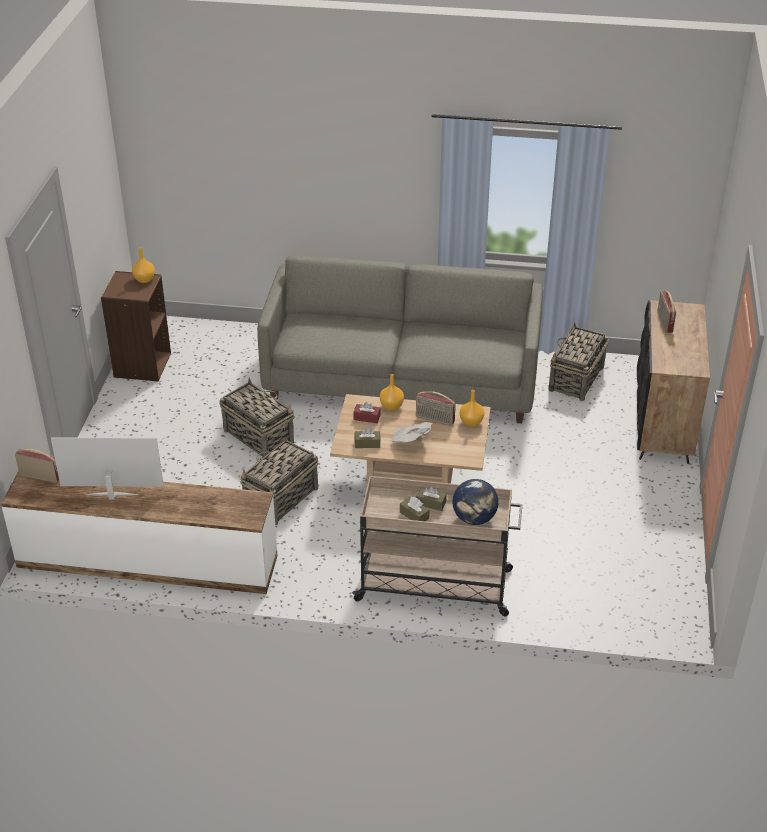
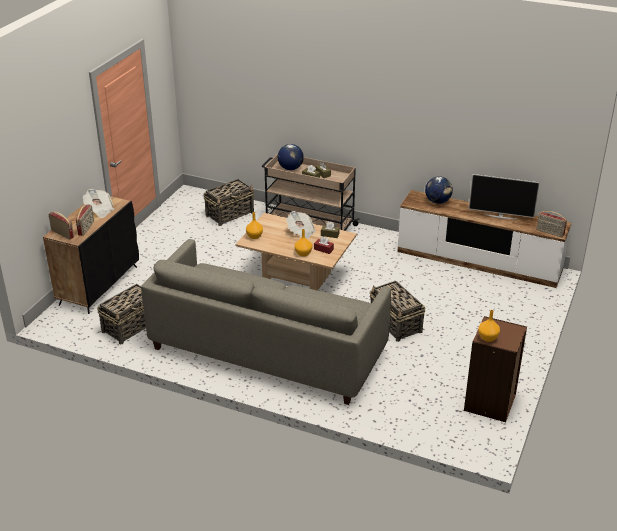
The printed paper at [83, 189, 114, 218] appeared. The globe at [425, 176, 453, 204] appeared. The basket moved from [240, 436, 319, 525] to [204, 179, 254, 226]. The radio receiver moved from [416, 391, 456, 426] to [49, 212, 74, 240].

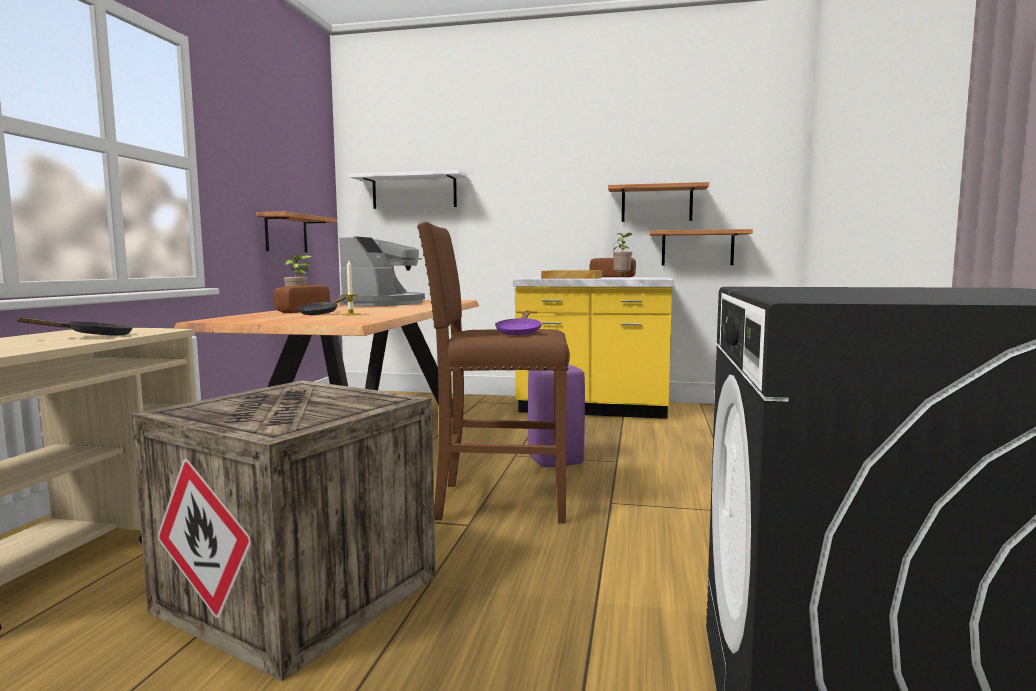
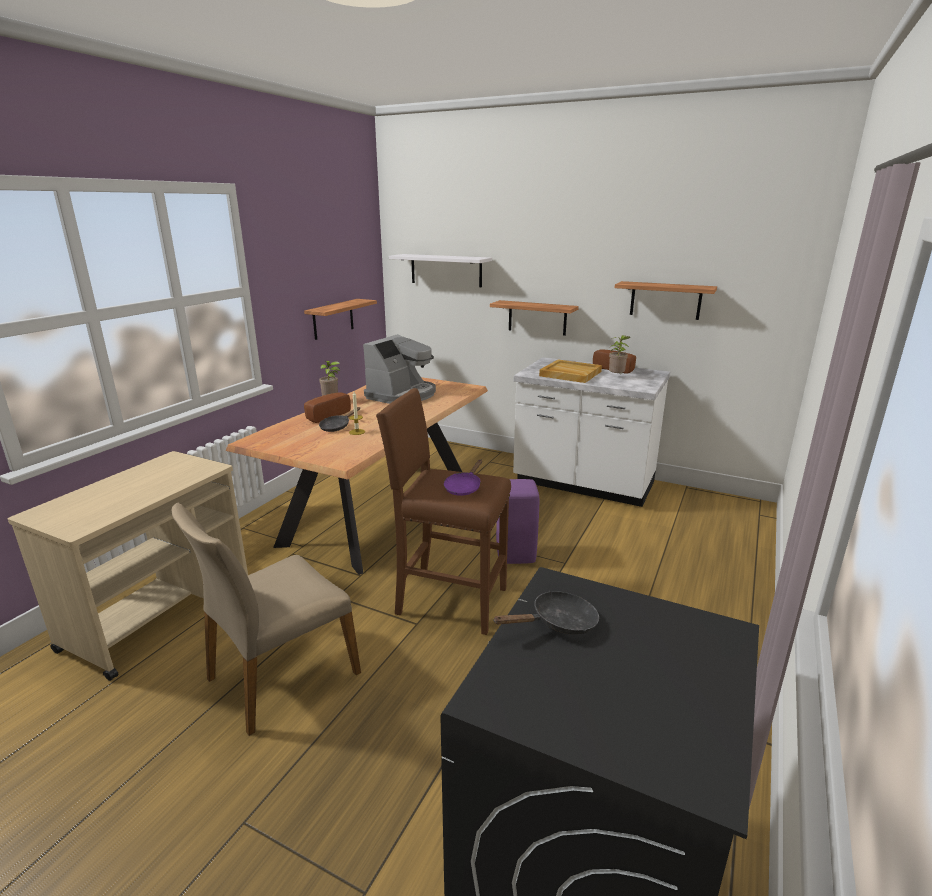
The pan (black-coloured) moved from [15, 317, 133, 336] to [493, 591, 599, 635]. The wall shelf moved from [650, 229, 753, 266] to [490, 300, 579, 336]. The packing crate at [131, 380, 436, 681] was replaced by the chair (beige) at [172, 503, 361, 736]. The kitchen base unit (yellowish) at [513, 277, 674, 419] became the kitchen base unit (whitish) at [513, 357, 670, 507].

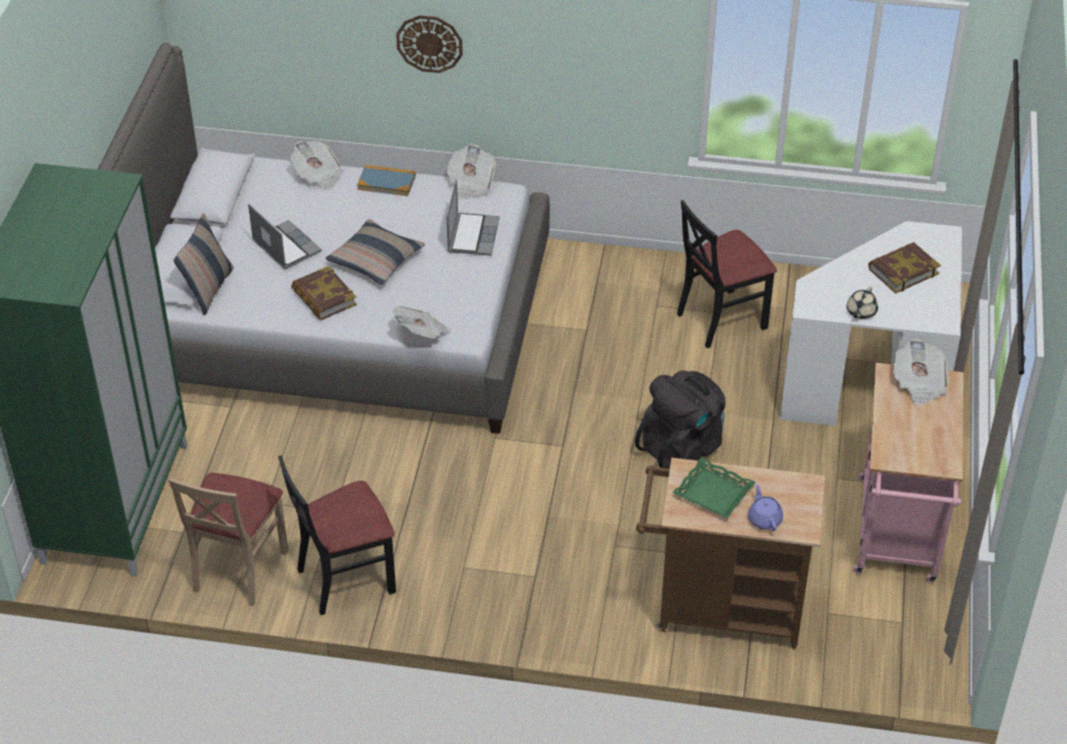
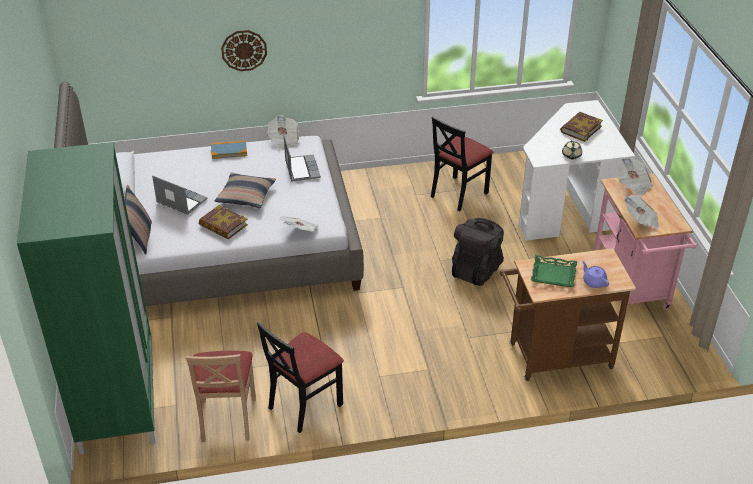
The printed paper moved from [290, 141, 344, 190] to [624, 195, 660, 229].

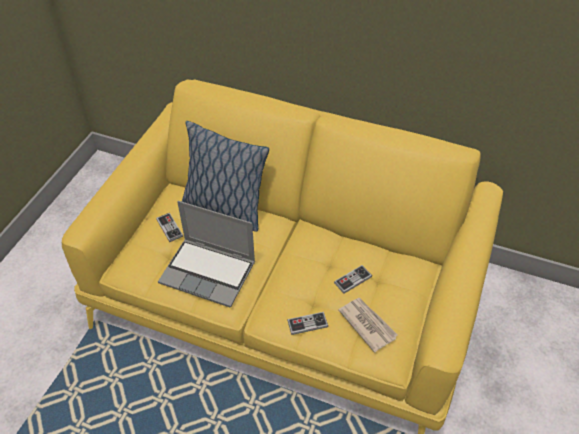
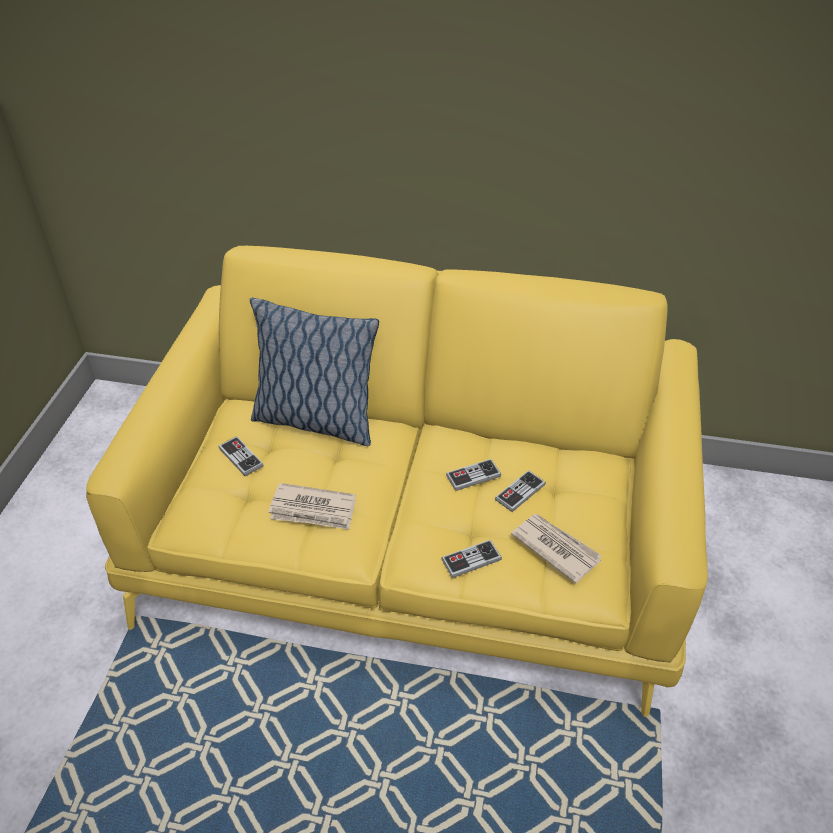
The joypad at [446, 459, 501, 491] appeared. The portable computer at [158, 201, 255, 308] was replaced by the printed paper at [268, 483, 356, 530].

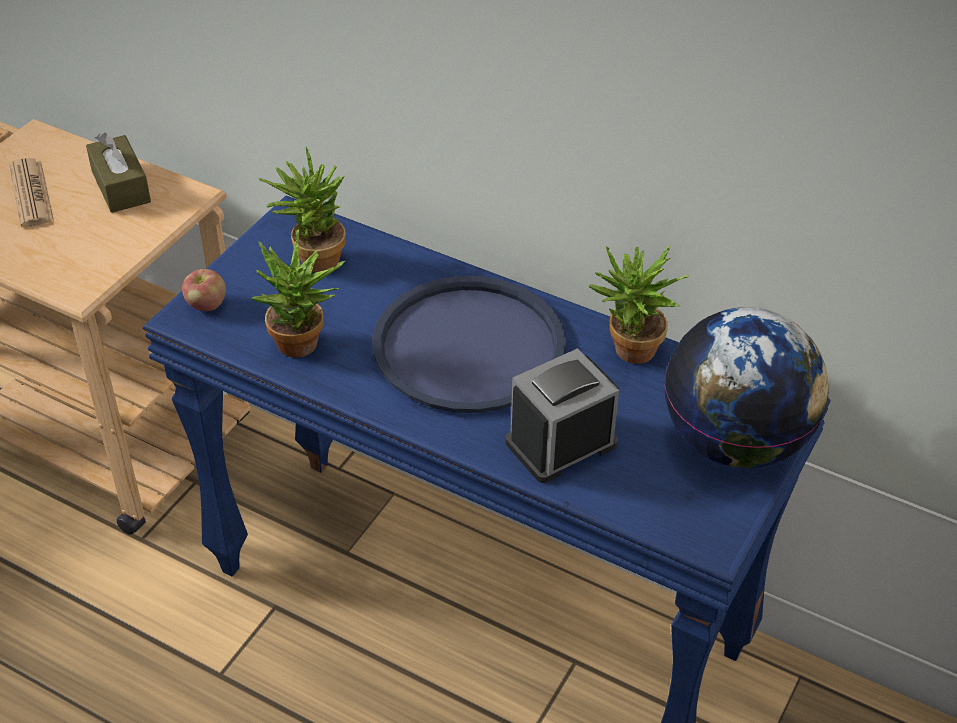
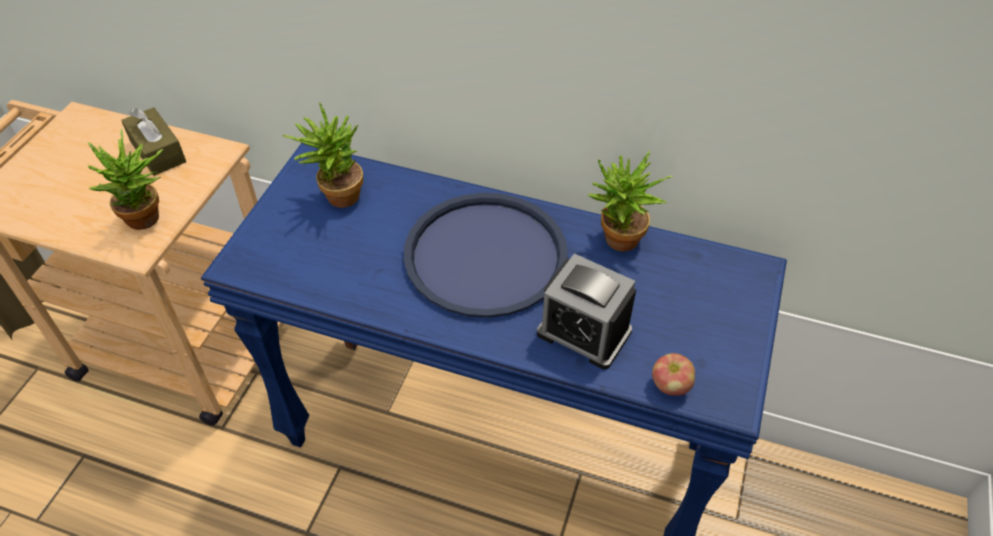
The printed paper at [9, 158, 54, 227] disappeared. The globe at [665, 307, 829, 468] disappeared. The apple fruit moved from [182, 269, 226, 311] to [652, 353, 695, 396]. The houseplant moved from [251, 229, 345, 357] to [88, 129, 164, 230]. The bedside clock at [506, 348, 619, 483] turned 105 degrees counterclockwise.

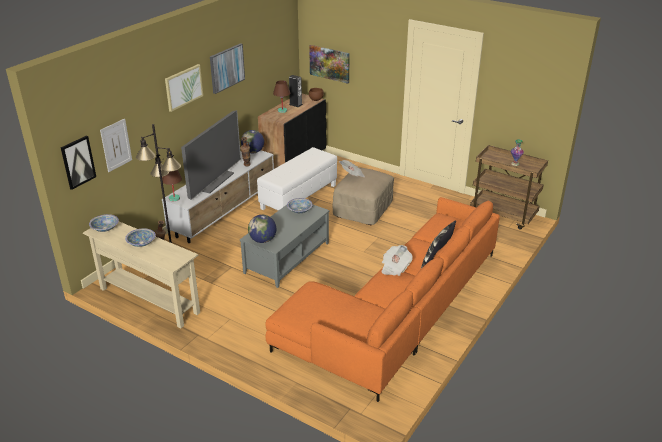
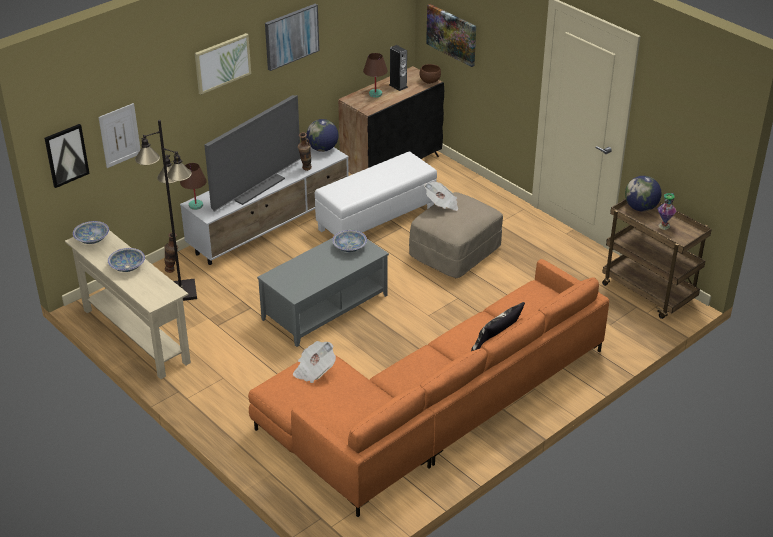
The globe moved from [248, 215, 276, 243] to [625, 176, 662, 212]. The printed paper moved from [382, 245, 412, 276] to [293, 341, 336, 383].

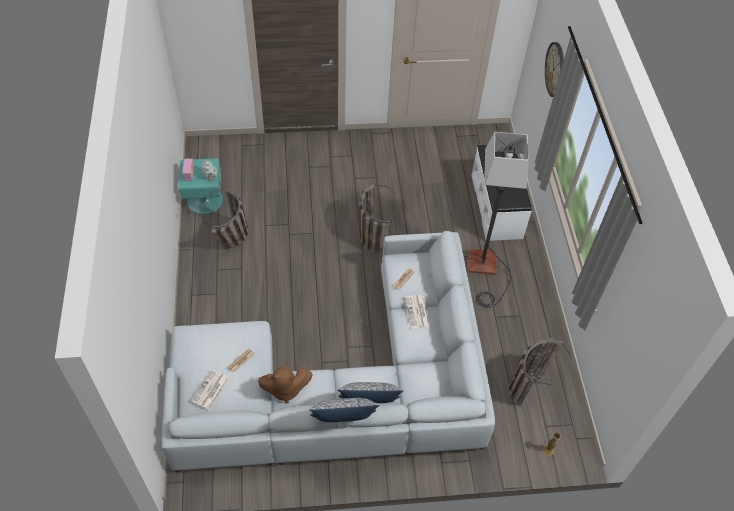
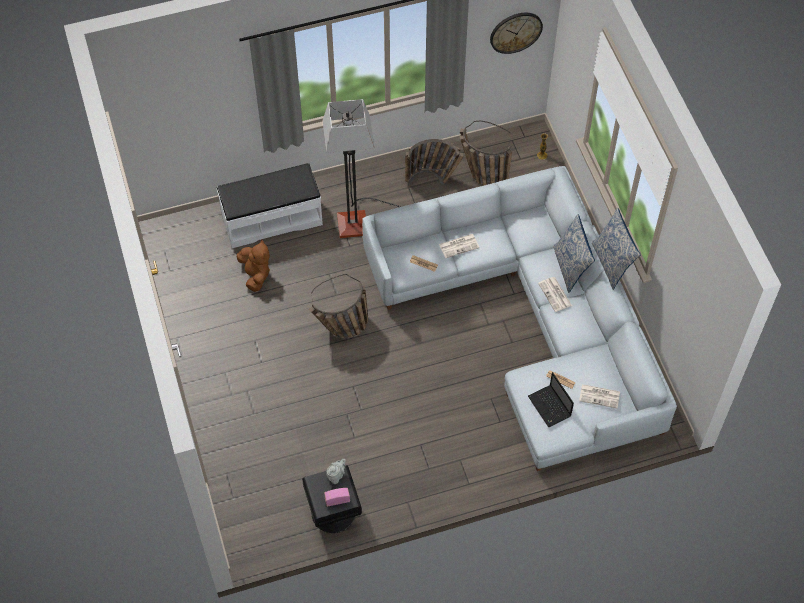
The portable computer at [528, 372, 574, 427] appeared. The printed paper at [538, 277, 572, 312] appeared. The basket moved from [201, 189, 248, 248] to [405, 139, 464, 186]. The cuddly toy (brown-coloured) moved from [258, 366, 312, 404] to [237, 240, 270, 292]. The clock on the wall moved from [545, 42, 564, 97] to [490, 13, 543, 54]. The nightstand (blue-green) at [179, 158, 223, 215] became the nightstand (black-coloured) at [302, 465, 362, 533].

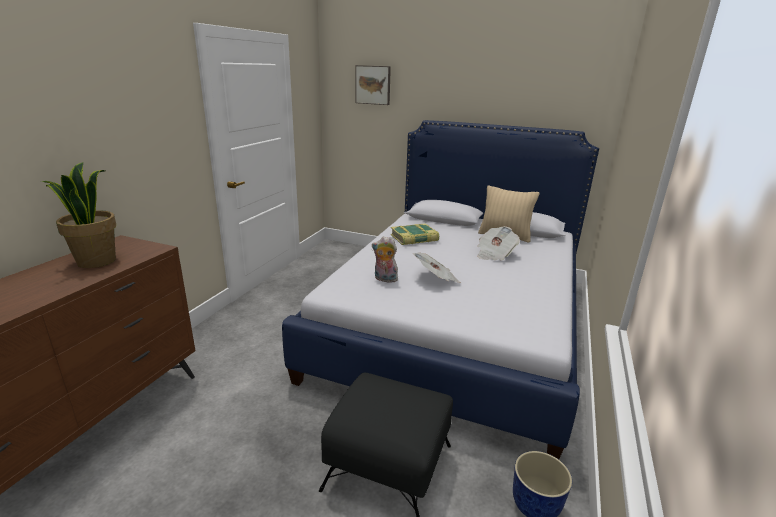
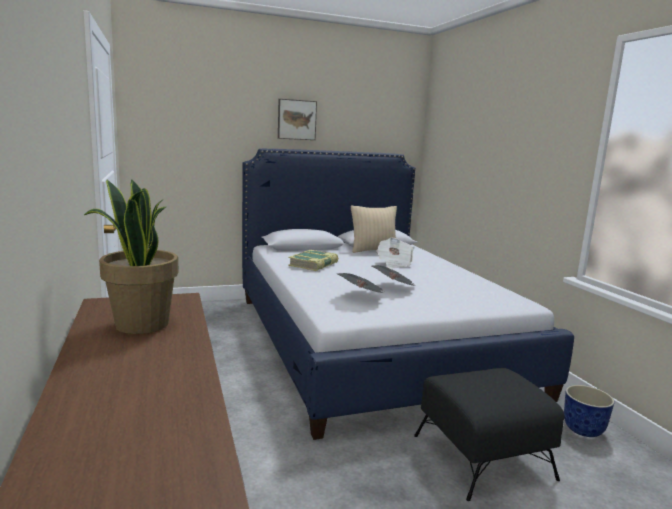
The wall picture moved from [355, 65, 391, 105] to [278, 99, 317, 140]. The cuddly toy at [372, 236, 398, 283] was replaced by the printed paper at [337, 273, 384, 293].

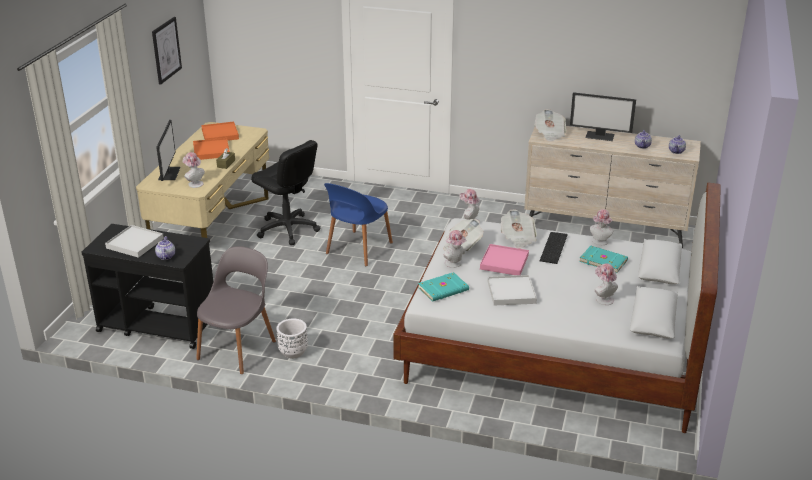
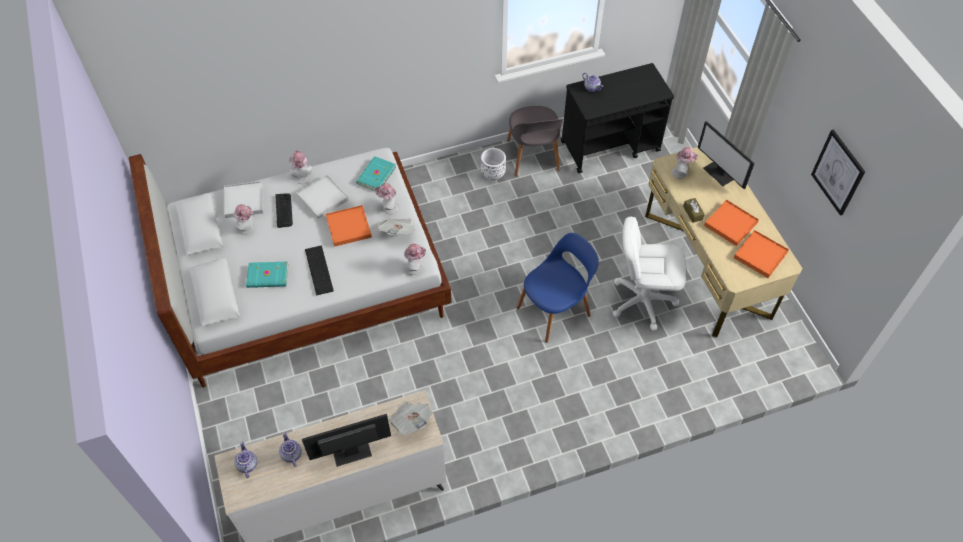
The printed paper at [501, 209, 537, 249] disappeared. The PC keyboard at [275, 193, 293, 228] appeared. The carrying tray (whitish) moved from [105, 225, 164, 258] to [224, 181, 263, 218]. The hat moved from [590, 209, 613, 245] to [289, 150, 312, 184]. The desk chair (black-coloured) at [251, 140, 320, 245] became the desk chair (whitish) at [613, 217, 686, 331]. The carrying tray (pinkish) at [480, 244, 529, 275] became the carrying tray (orange) at [326, 205, 372, 247]. The chair (blue) at [324, 183, 393, 266] turned 60 degrees clockwise.

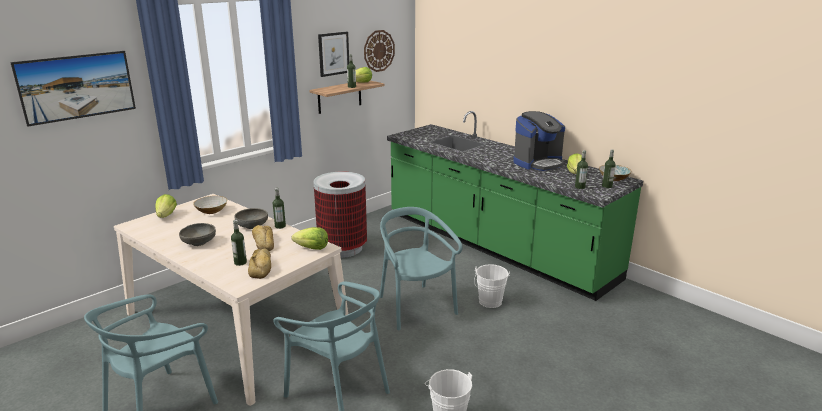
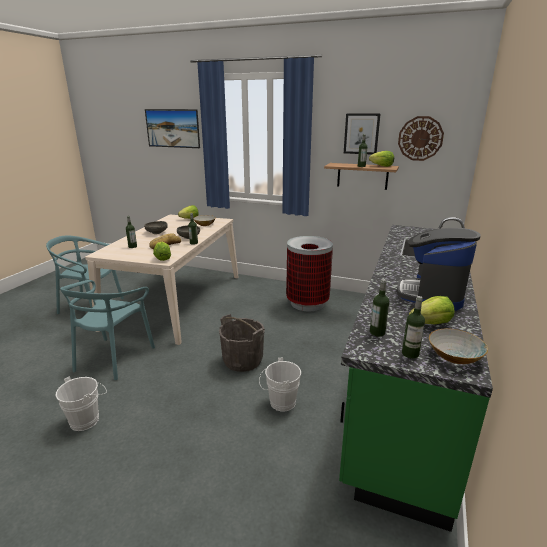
The bread at [248, 249, 271, 279] disappeared. The chair (blue-green) at [380, 207, 463, 330] was replaced by the water bucket (greyish) at [219, 314, 265, 372]. The coffee brewer at [513, 111, 565, 171] turned 75 degrees clockwise.

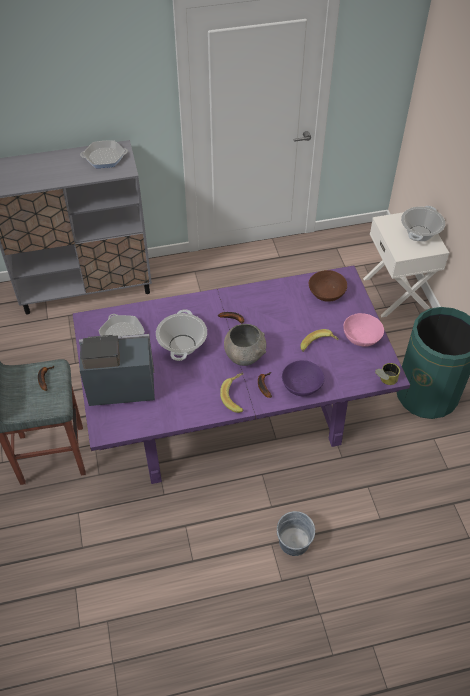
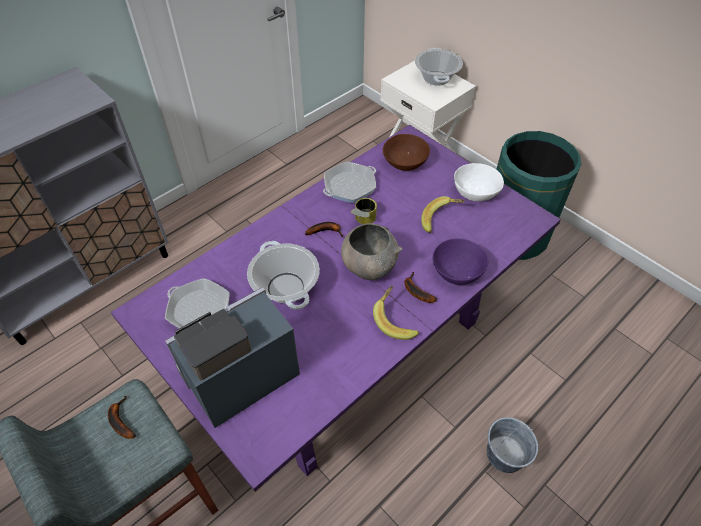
The pan moved from [80, 140, 128, 168] to [323, 161, 376, 203]. The metal can moved from [375, 363, 400, 385] to [351, 198, 377, 224]. The bowl (pinkish) at [343, 313, 384, 347] became the bowl (whitish) at [454, 163, 504, 201].

